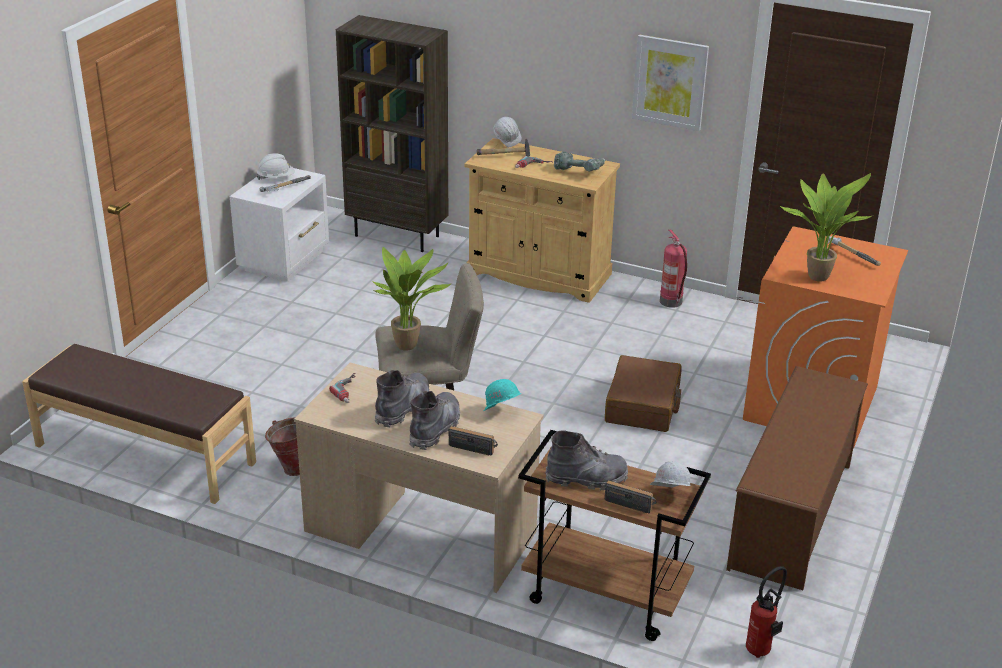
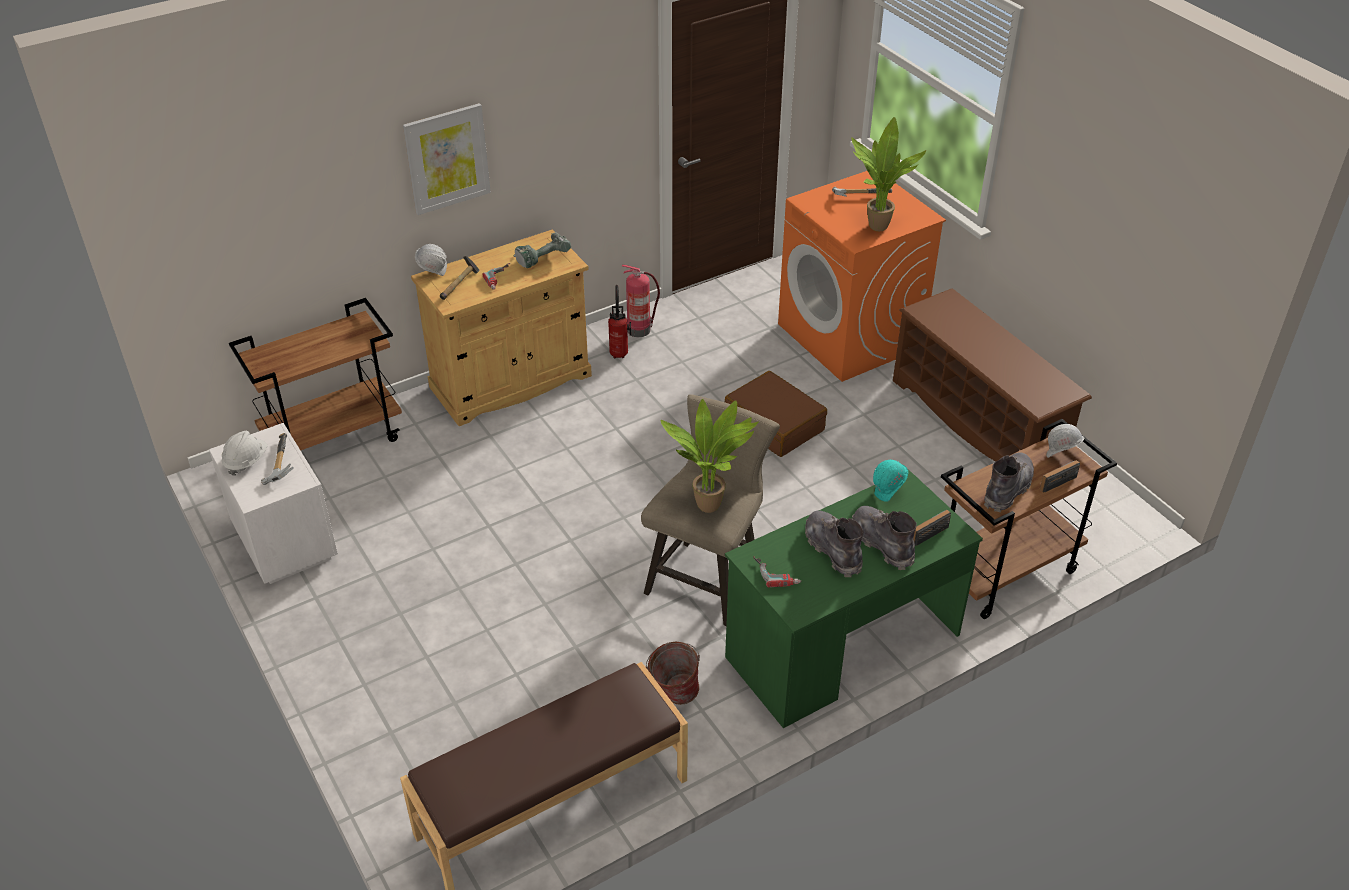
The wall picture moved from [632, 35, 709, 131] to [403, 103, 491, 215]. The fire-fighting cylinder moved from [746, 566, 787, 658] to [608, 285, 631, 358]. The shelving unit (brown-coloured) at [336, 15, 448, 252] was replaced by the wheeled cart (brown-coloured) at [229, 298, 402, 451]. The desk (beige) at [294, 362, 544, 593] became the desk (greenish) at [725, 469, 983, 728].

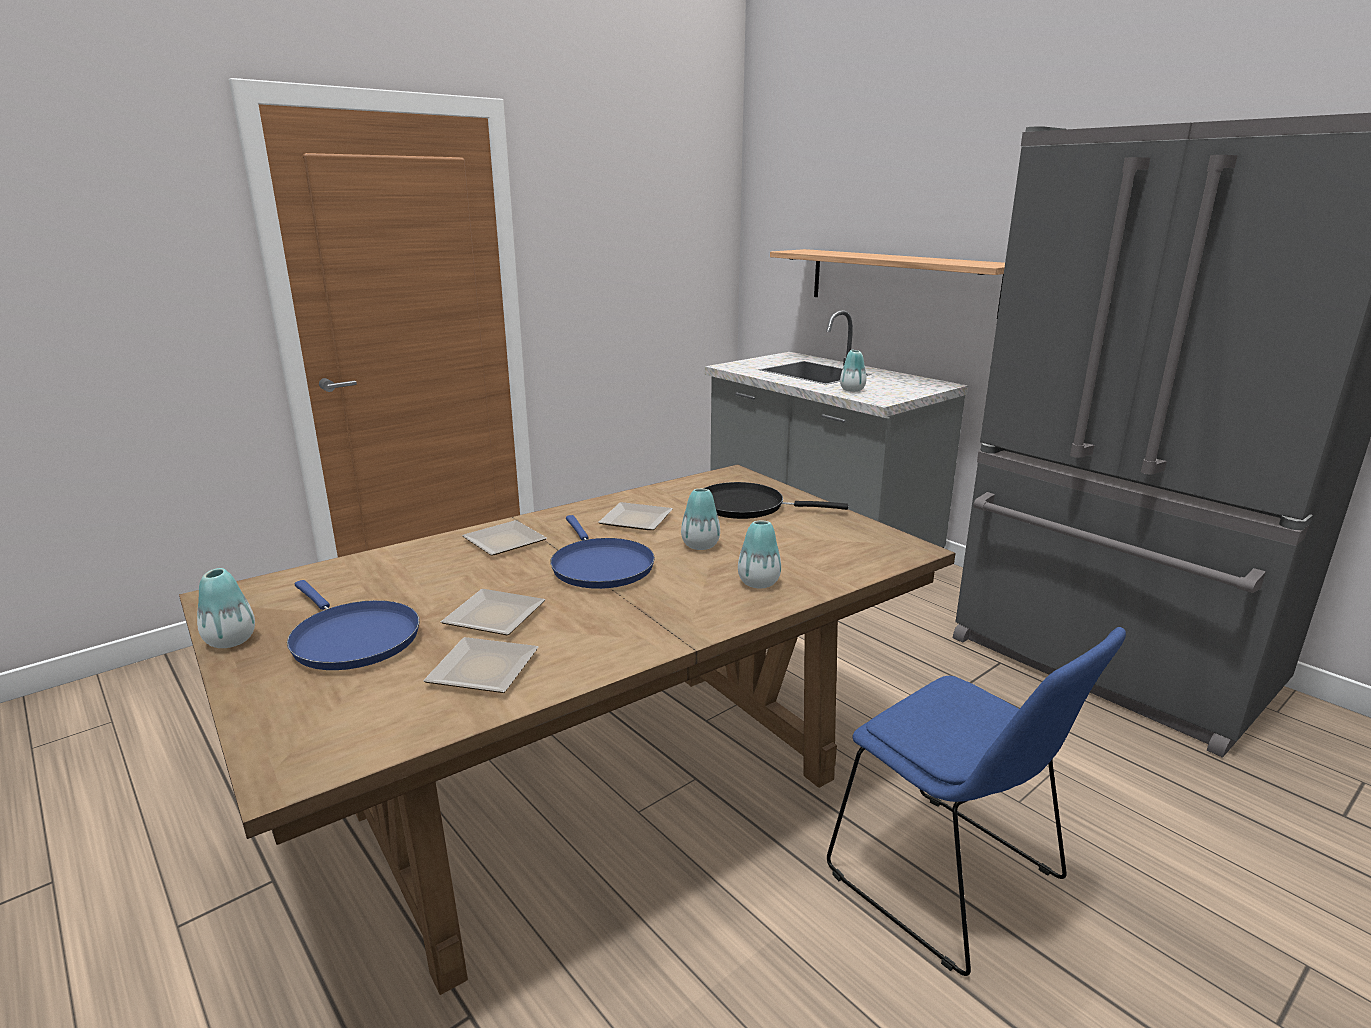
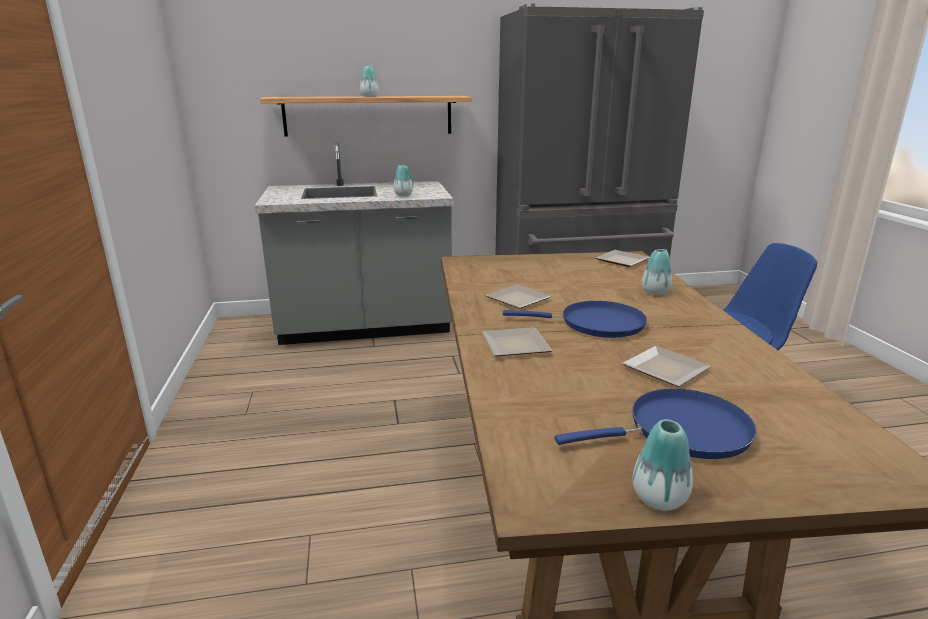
The pan (black-coloured) at [703, 482, 848, 519] disappeared. The dinner plate moved from [423, 637, 538, 693] to [596, 250, 650, 267]. The vase moved from [681, 489, 720, 550] to [360, 66, 379, 97].

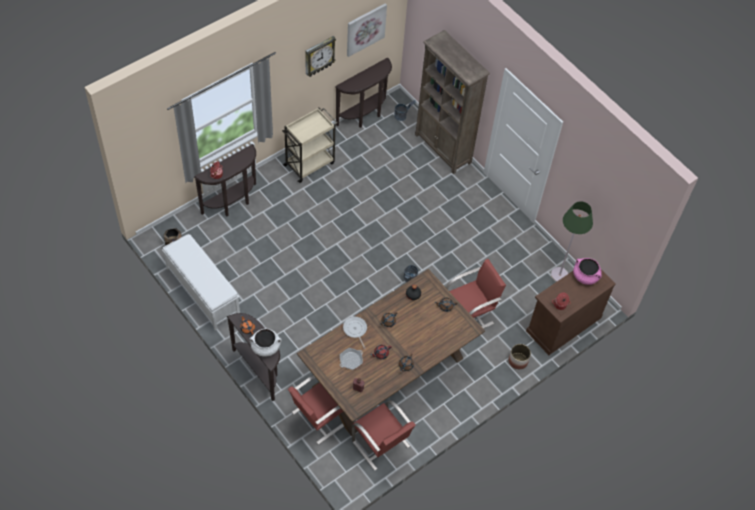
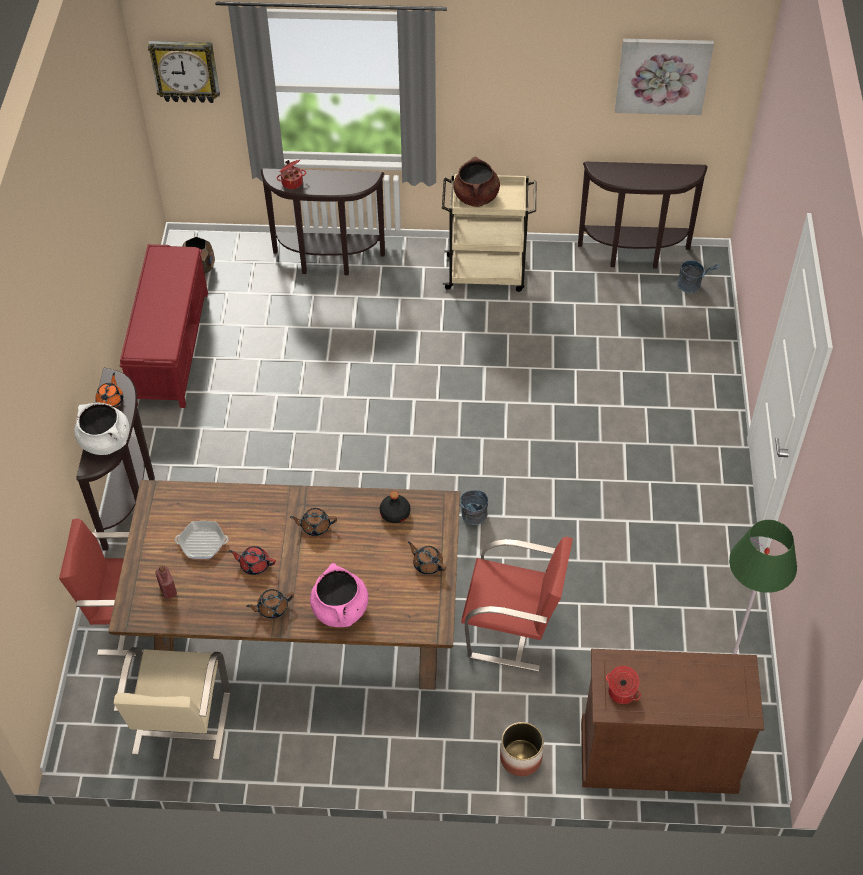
The pan at [343, 317, 367, 349] disappeared. The shelving unit (brown-coloured) at [415, 30, 490, 174] disappeared. The stockpot (brown-coloured) at [453, 156, 500, 207] appeared. The clock on the wall moved from [305, 36, 336, 77] to [148, 41, 220, 103]. The stockpot (pinkish) moved from [573, 258, 602, 285] to [310, 563, 368, 627]. The long seat (whitish) at [162, 234, 240, 330] became the long seat (reddish) at [120, 244, 208, 408]. The chair (reddish) at [352, 400, 416, 471] became the chair (beige) at [114, 647, 231, 760].

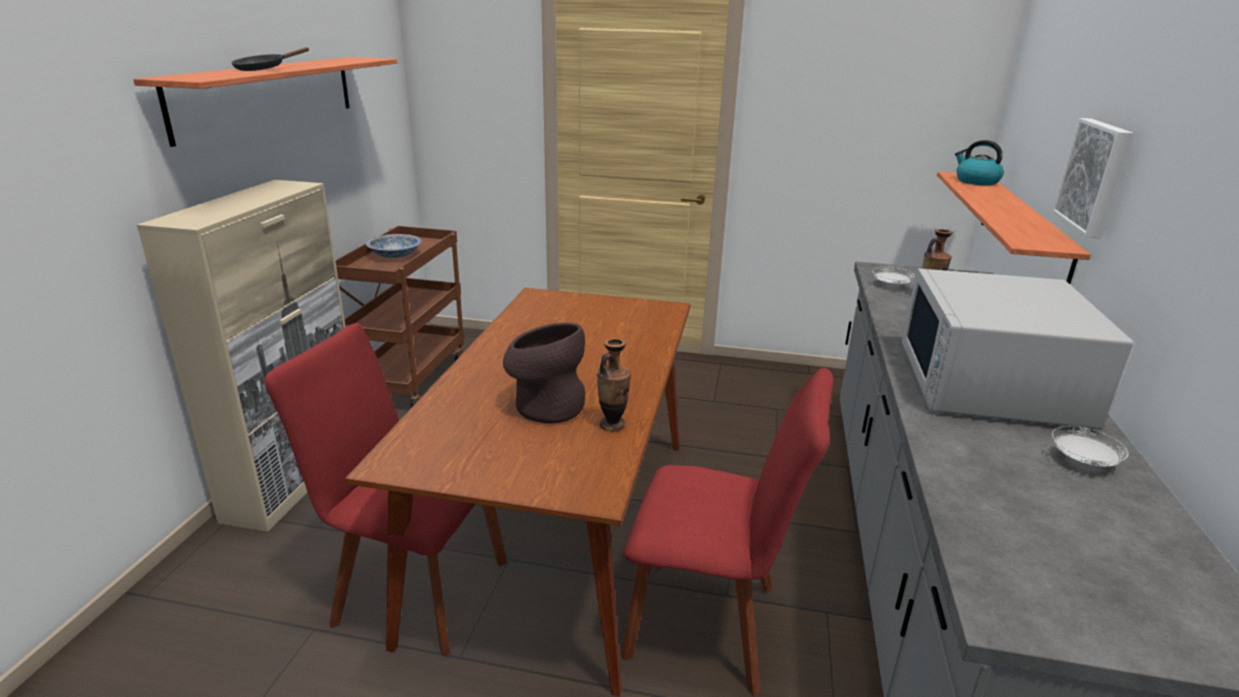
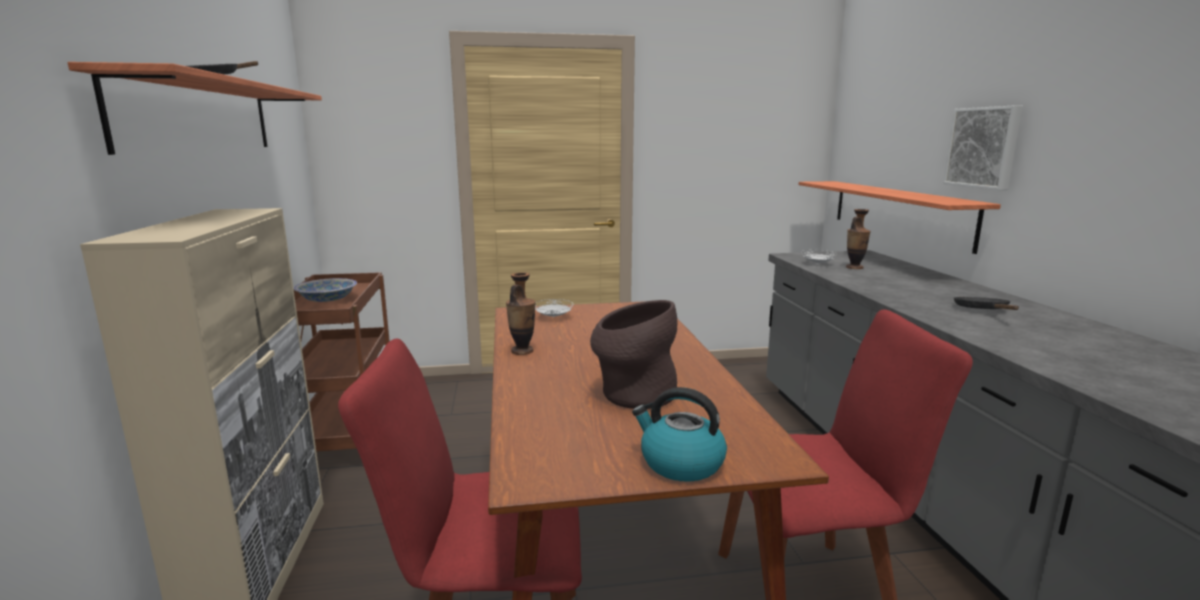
The vase moved from [597, 338, 631, 432] to [506, 272, 536, 355]. The tea kettle moved from [955, 140, 1004, 185] to [632, 387, 727, 482]. The dinner plate (whitish) moved from [1052, 426, 1128, 467] to [535, 299, 574, 317]. The kitchen microwave (whitish) at [902, 268, 1133, 430] was replaced by the pan (black-coloured) at [954, 297, 1019, 310].

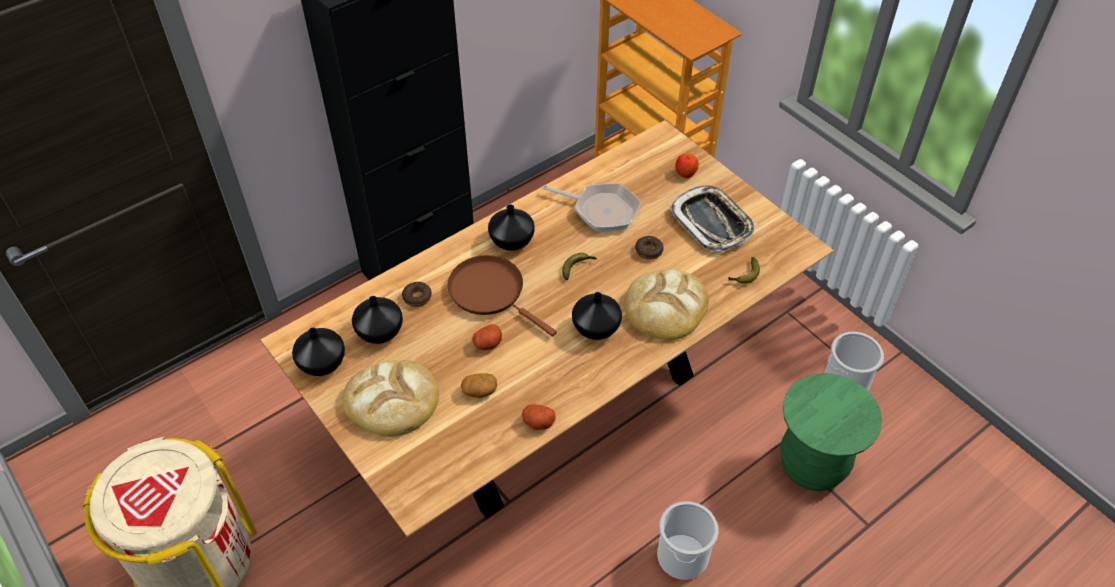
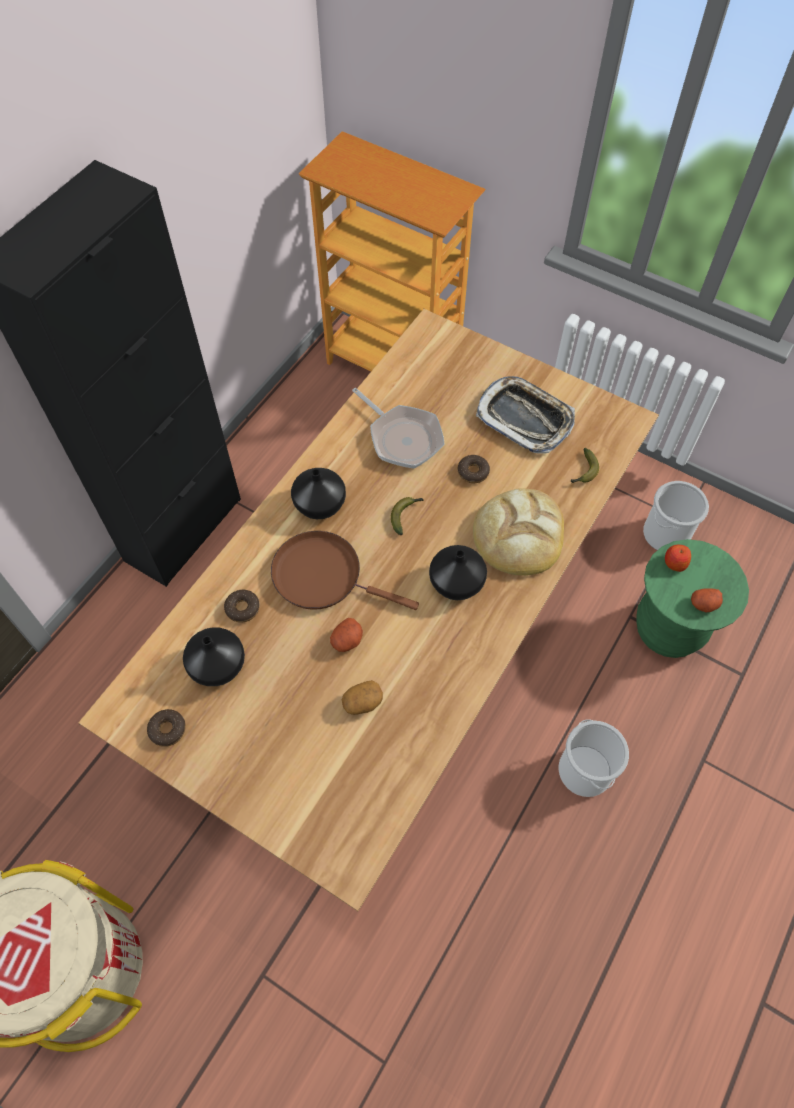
The bread at [343, 360, 439, 437] disappeared. The spud moved from [522, 404, 556, 430] to [691, 588, 723, 613]. The apple fruit moved from [675, 154, 699, 178] to [665, 545, 691, 572]. The vase (black-coloured) at [292, 328, 345, 376] was replaced by the ring doughnut at [147, 709, 186, 747]. The pan at [542, 183, 641, 231] turned 45 degrees clockwise.

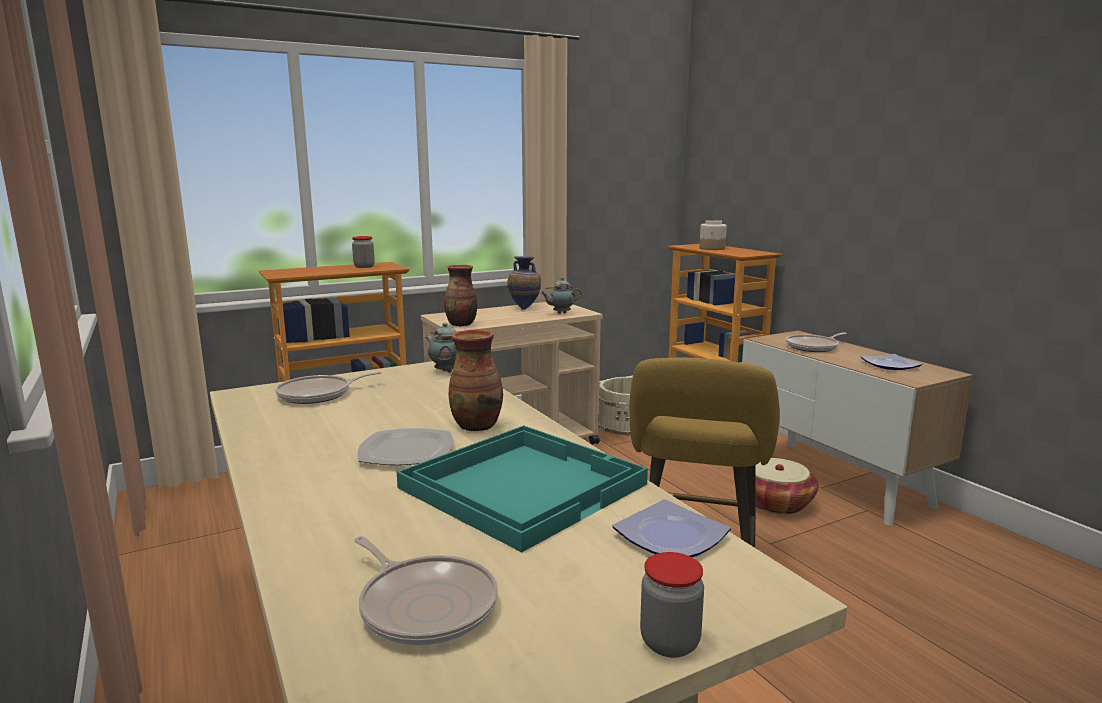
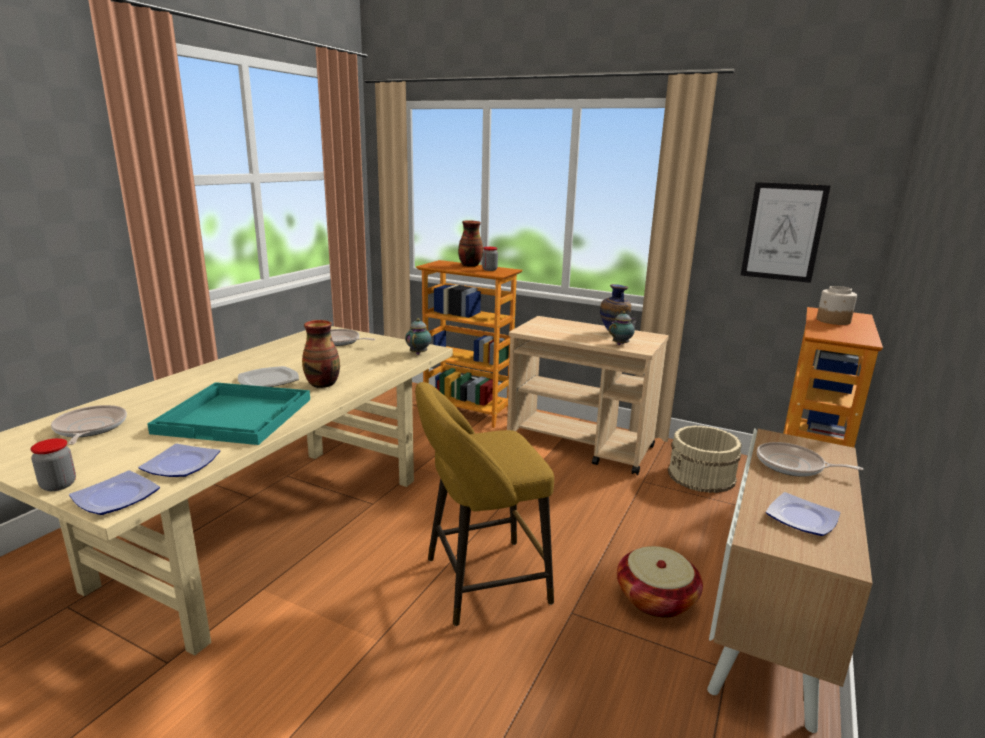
The dinner plate at [69, 470, 160, 515] appeared. The wall picture at [741, 182, 831, 283] appeared. The vase moved from [444, 265, 477, 327] to [458, 220, 483, 267]. The pan at [354, 536, 498, 646] turned 150 degrees clockwise. The teapot at [541, 277, 582, 314] turned 105 degrees clockwise.

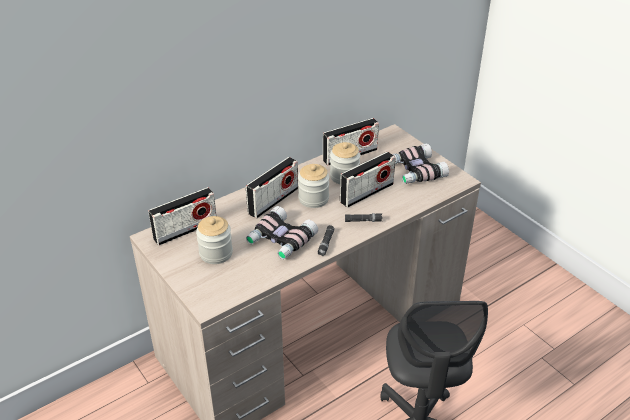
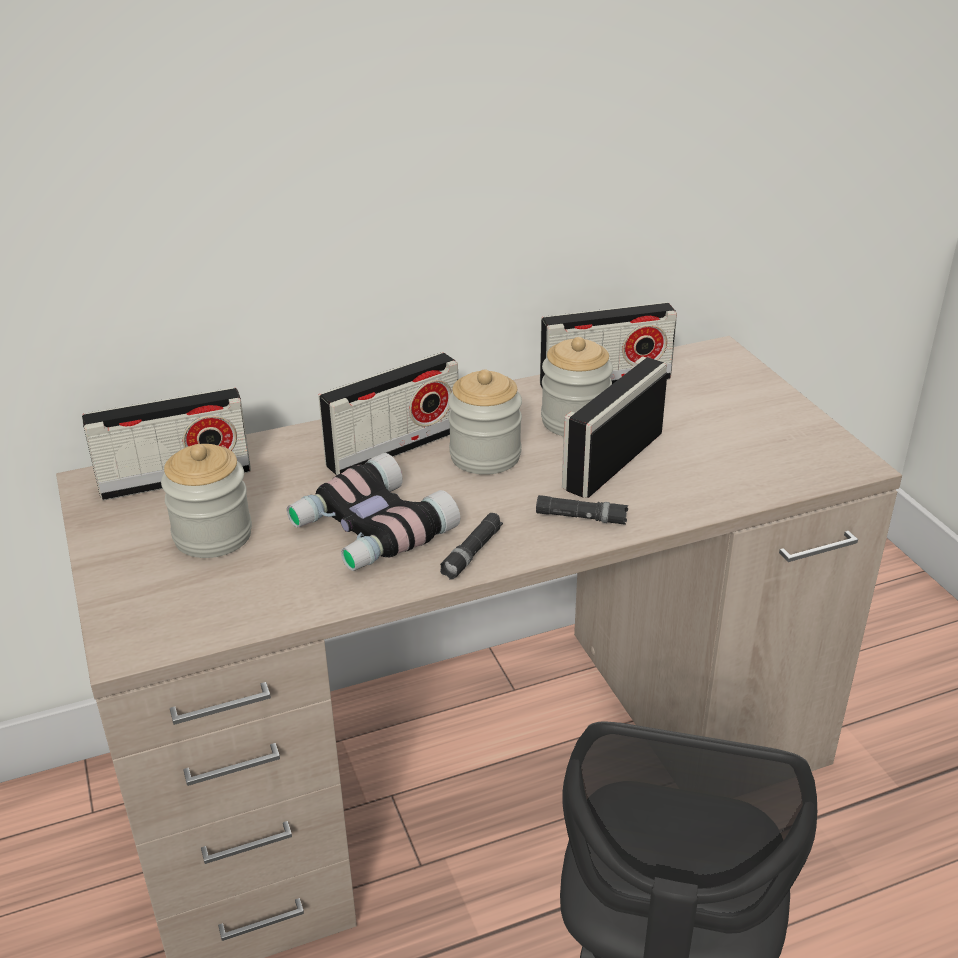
The field glasses at [392, 143, 449, 184] disappeared. The radio receiver at [340, 152, 396, 208] turned 150 degrees clockwise.

